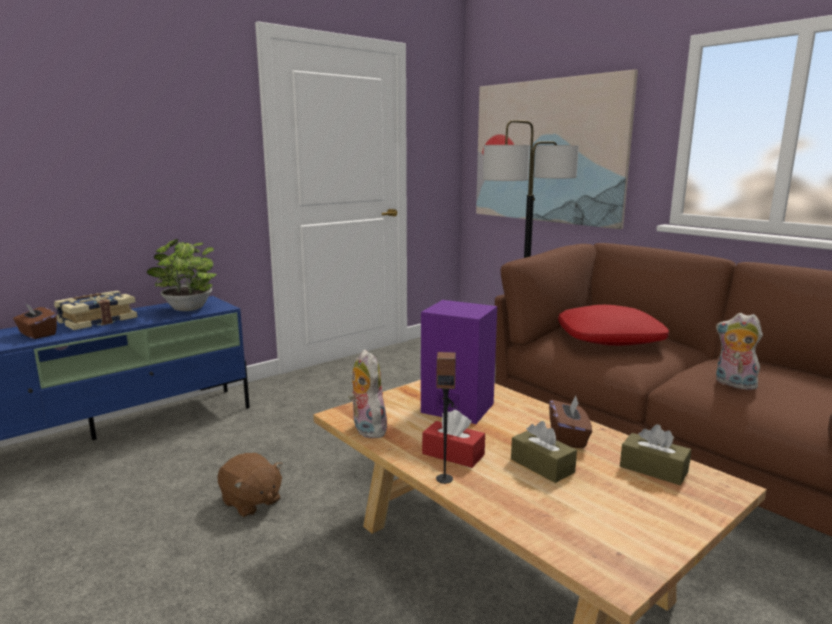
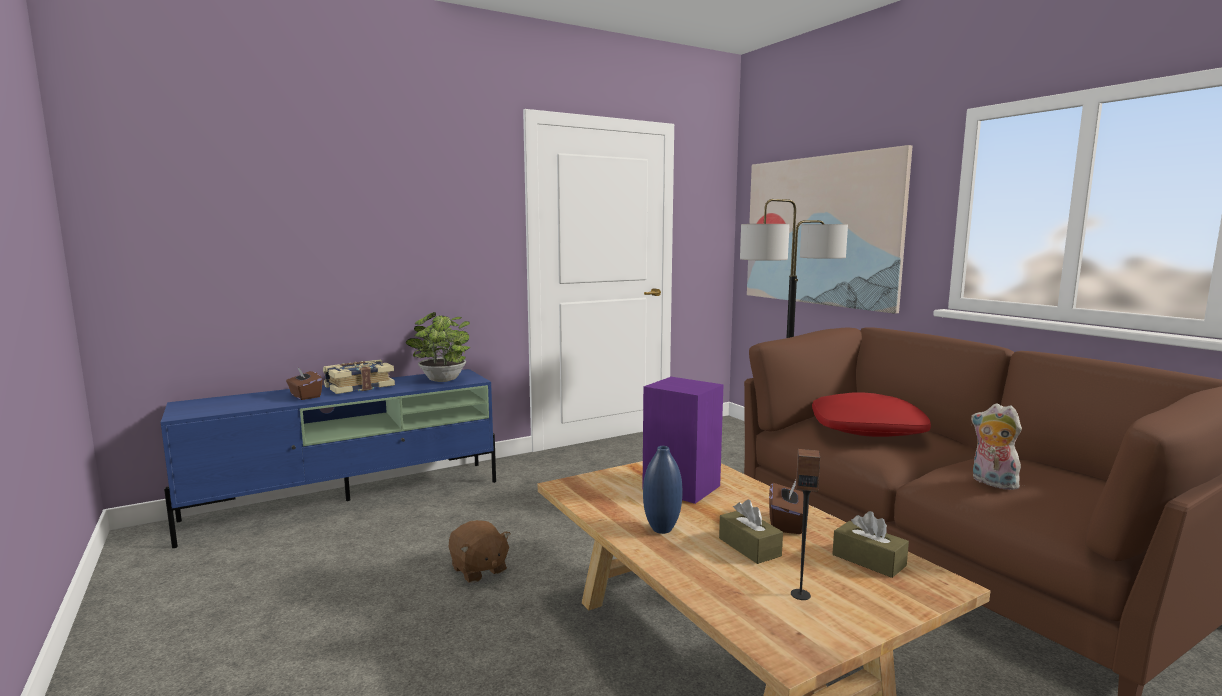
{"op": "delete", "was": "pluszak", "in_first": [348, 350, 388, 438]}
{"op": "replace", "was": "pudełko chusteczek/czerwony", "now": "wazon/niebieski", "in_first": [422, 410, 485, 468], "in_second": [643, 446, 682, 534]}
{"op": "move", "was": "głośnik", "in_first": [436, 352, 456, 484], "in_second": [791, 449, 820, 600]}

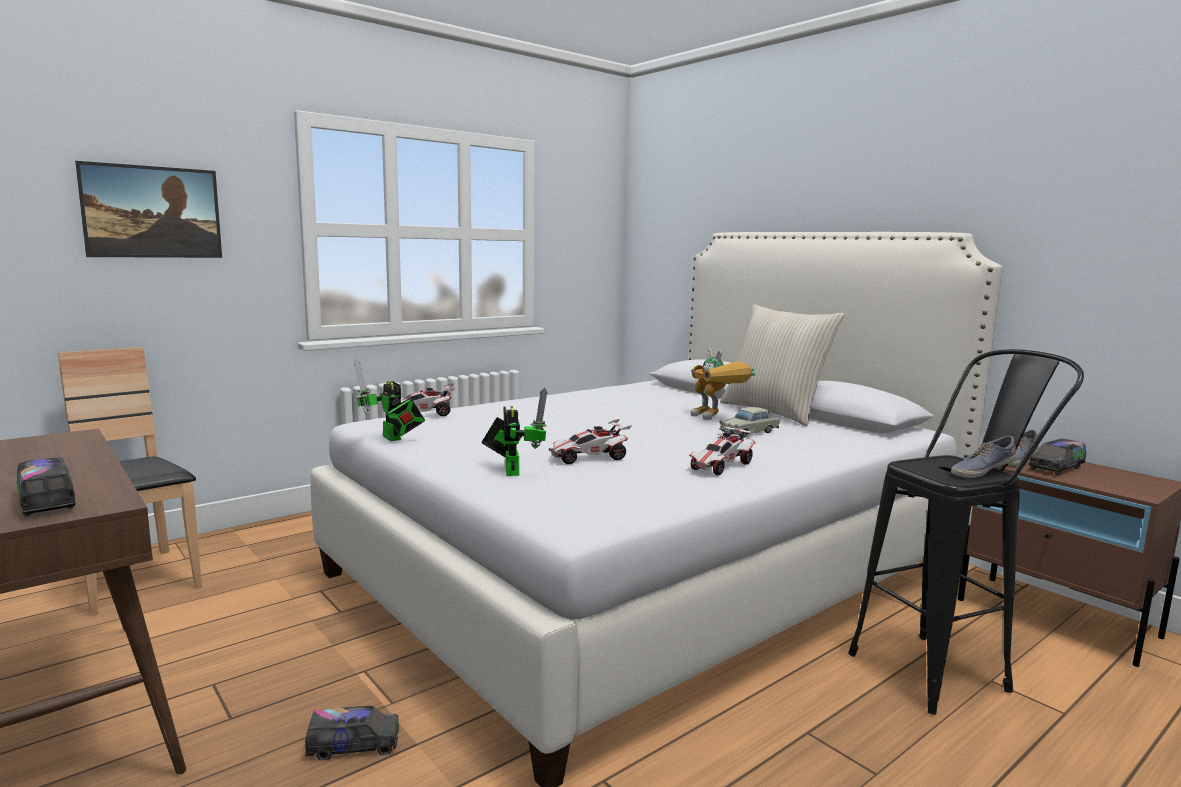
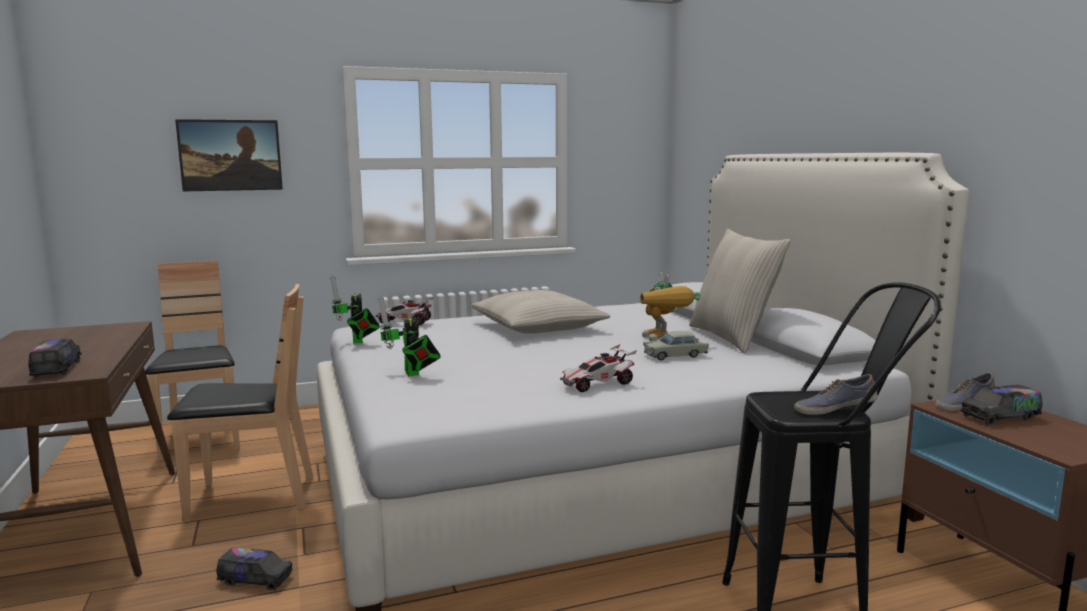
{"op": "rotate", "was": "robot zabawkowy", "in_first": [482, 387, 547, 476], "in_second": [378, 295, 440, 376], "clockwise": 150}
{"op": "delete", "was": "samochodzik", "in_first": [549, 419, 632, 464]}
{"op": "insert", "now": "krzesło/brązowy", "in_second": [167, 284, 313, 522]}
{"op": "insert", "now": "poduszka/beżowy", "in_second": [471, 290, 610, 334]}

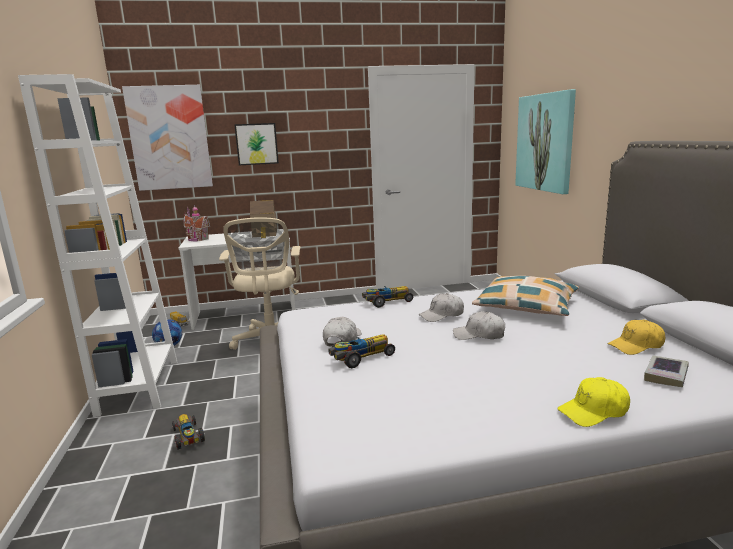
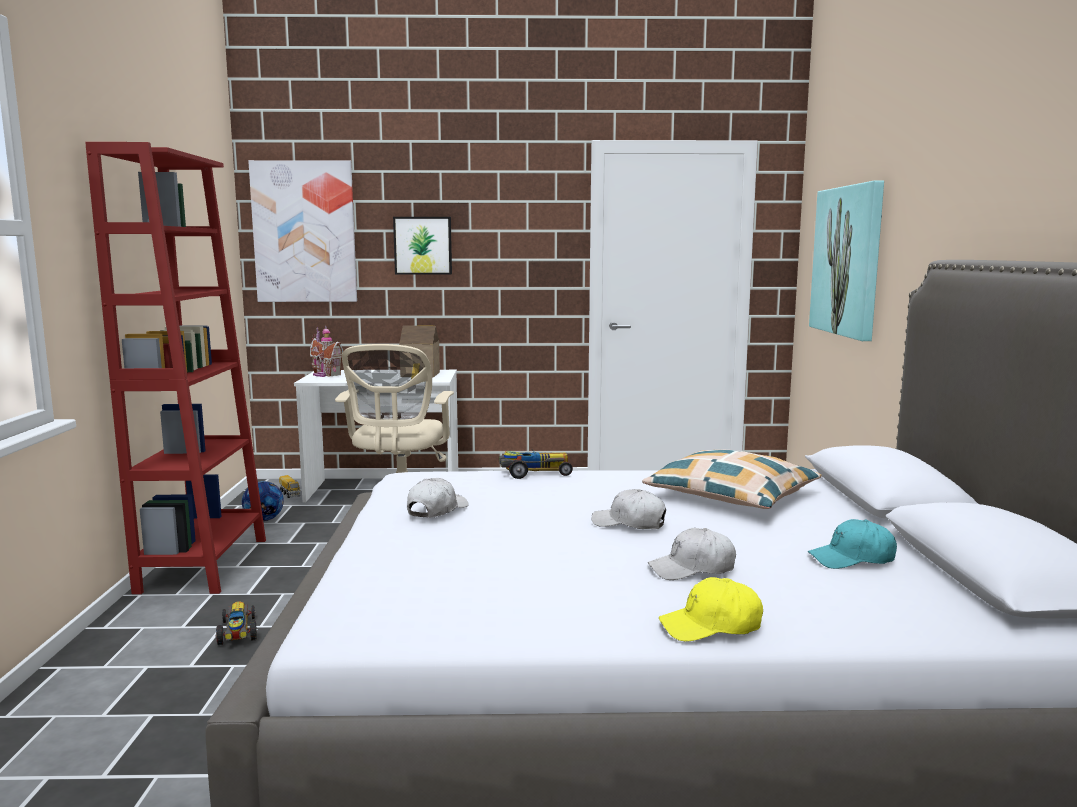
{"op": "recolor", "was": "regał/biały", "now": "regał/czerwony", "in_first": [18, 74, 177, 417], "in_second": [85, 142, 266, 594]}
{"op": "delete", "was": "samochodzik", "in_first": [328, 335, 395, 368]}
{"op": "move", "was": "czapka z daszkiem/biały", "in_first": [418, 293, 464, 322], "in_second": [648, 528, 736, 580]}
{"op": "recolor", "was": "czapka z daszkiem/żółty", "now": "czapka z daszkiem/turkusowy", "in_first": [607, 320, 665, 355], "in_second": [808, 519, 897, 569]}
{"op": "delete", "was": "książka", "in_first": [644, 356, 689, 387]}

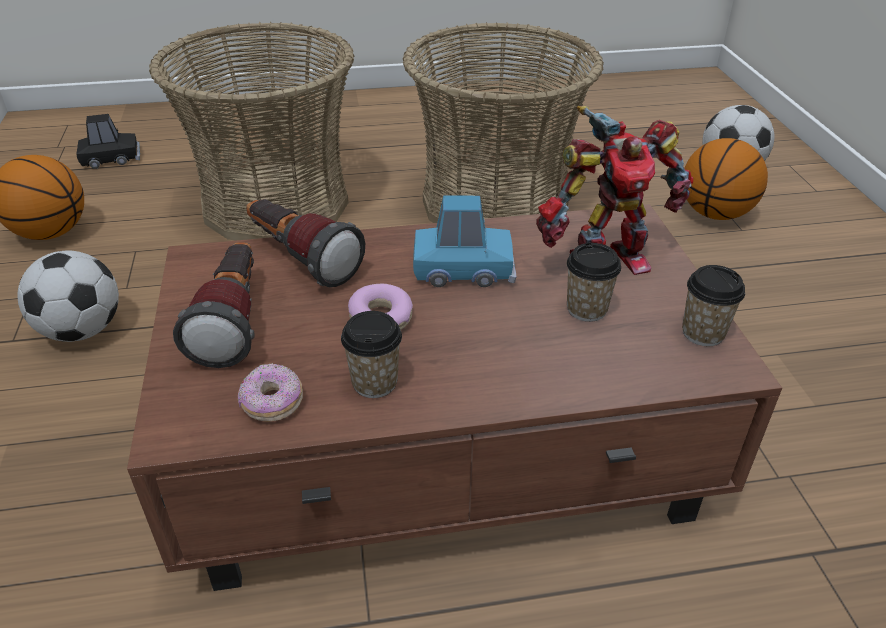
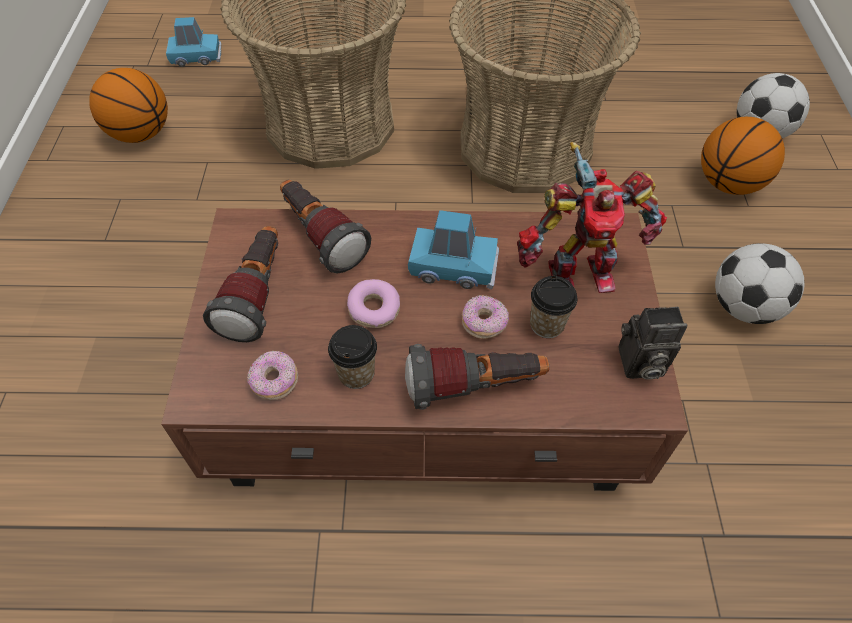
{"op": "move", "was": "piłka futbolowa", "in_first": [17, 251, 119, 342], "in_second": [715, 243, 805, 324]}
{"op": "recolor", "was": "samochodzik/czarny", "now": "samochodzik/niebieski", "in_first": [76, 114, 140, 169], "in_second": [166, 17, 221, 67]}
{"op": "replace", "was": "filiżanka", "now": "aparat fotograficzny", "in_first": [682, 265, 745, 346], "in_second": [618, 307, 688, 380]}
{"op": "insert", "now": "latarka", "in_second": [405, 344, 549, 410]}
{"op": "insert", "now": "donut", "in_second": [462, 295, 509, 339]}

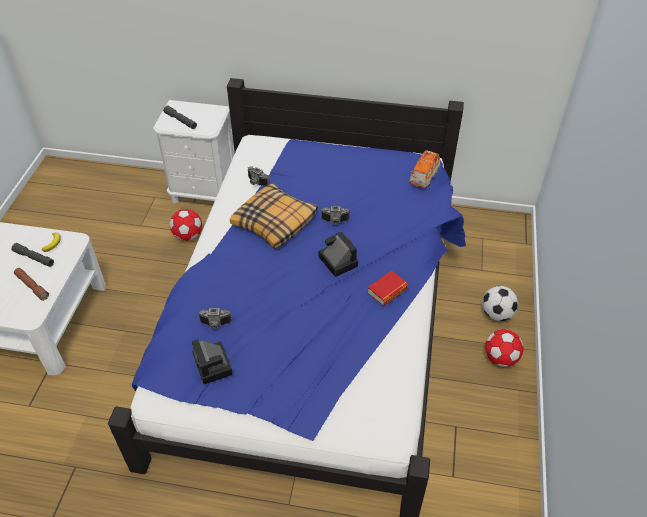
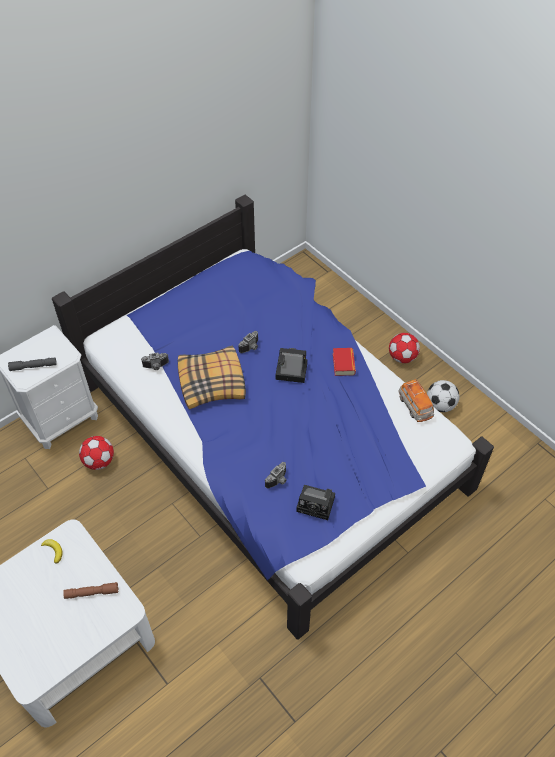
{"op": "delete", "was": "latarka/szary", "in_first": [11, 243, 54, 267]}
{"op": "move", "was": "samochodzik", "in_first": [409, 150, 440, 188], "in_second": [398, 379, 434, 422]}
{"op": "move", "was": "piłka futbolowa", "in_first": [482, 286, 519, 321], "in_second": [427, 380, 459, 412]}

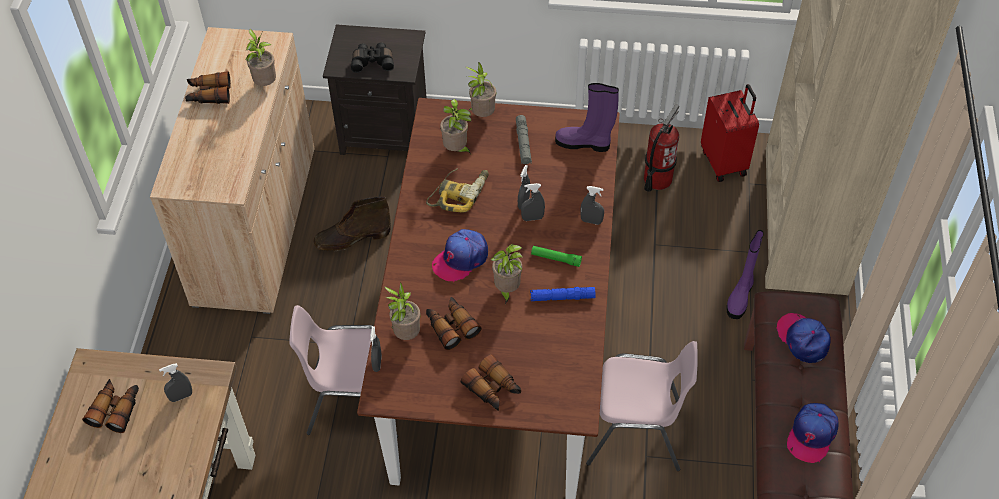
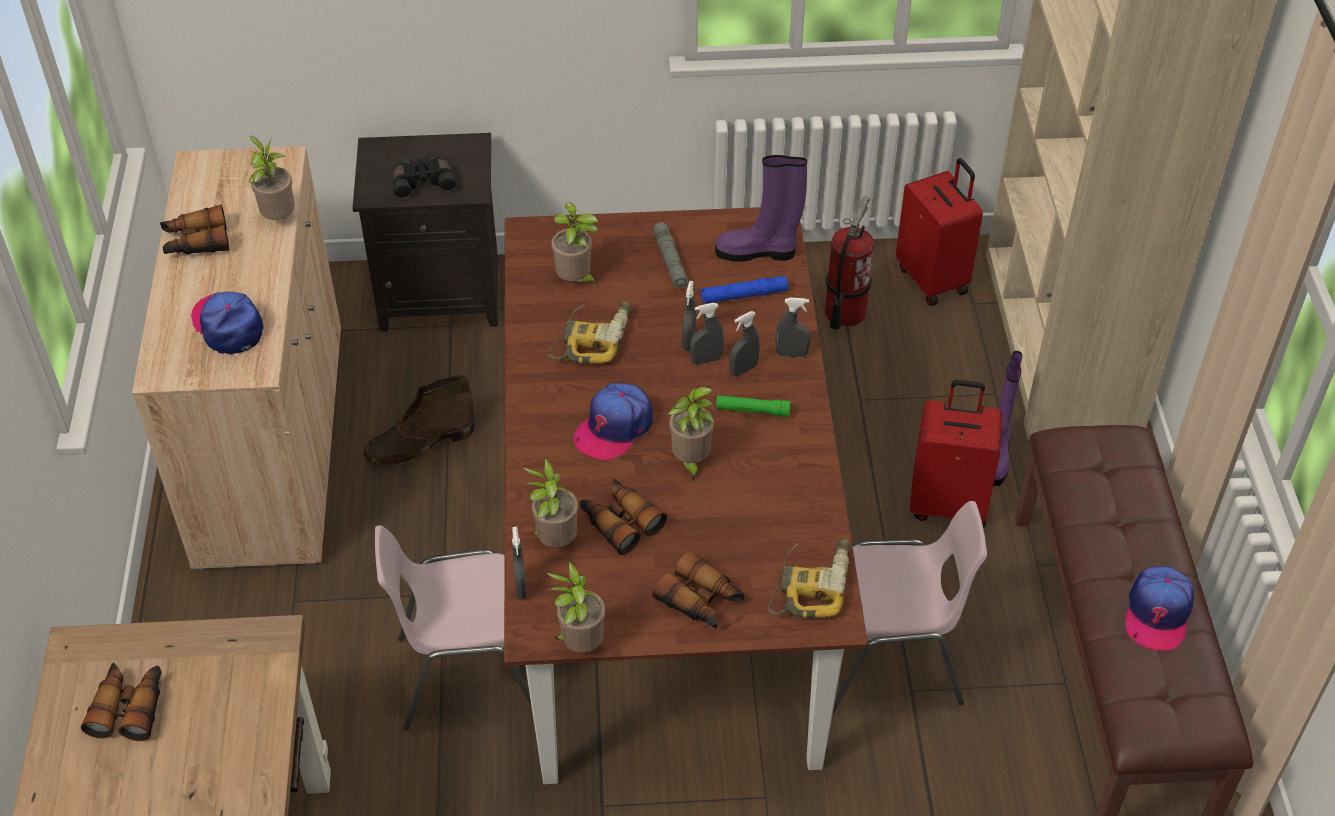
{"op": "move", "was": "spryskiwacz/szary", "in_first": [159, 363, 192, 402], "in_second": [729, 311, 760, 376]}
{"op": "move", "was": "roślina doniczkowa", "in_first": [465, 62, 496, 117], "in_second": [546, 560, 605, 652]}
{"op": "move", "was": "latarka/niebieski", "in_first": [530, 287, 596, 301], "in_second": [699, 276, 788, 304]}
{"op": "move", "was": "czapka z daszkiem", "in_first": [776, 313, 830, 363], "in_second": [191, 292, 264, 355]}
{"op": "insert", "now": "wiertarka", "in_second": [768, 538, 850, 618]}
{"op": "insert", "now": "walizka/czerwony", "in_second": [910, 380, 1003, 528]}

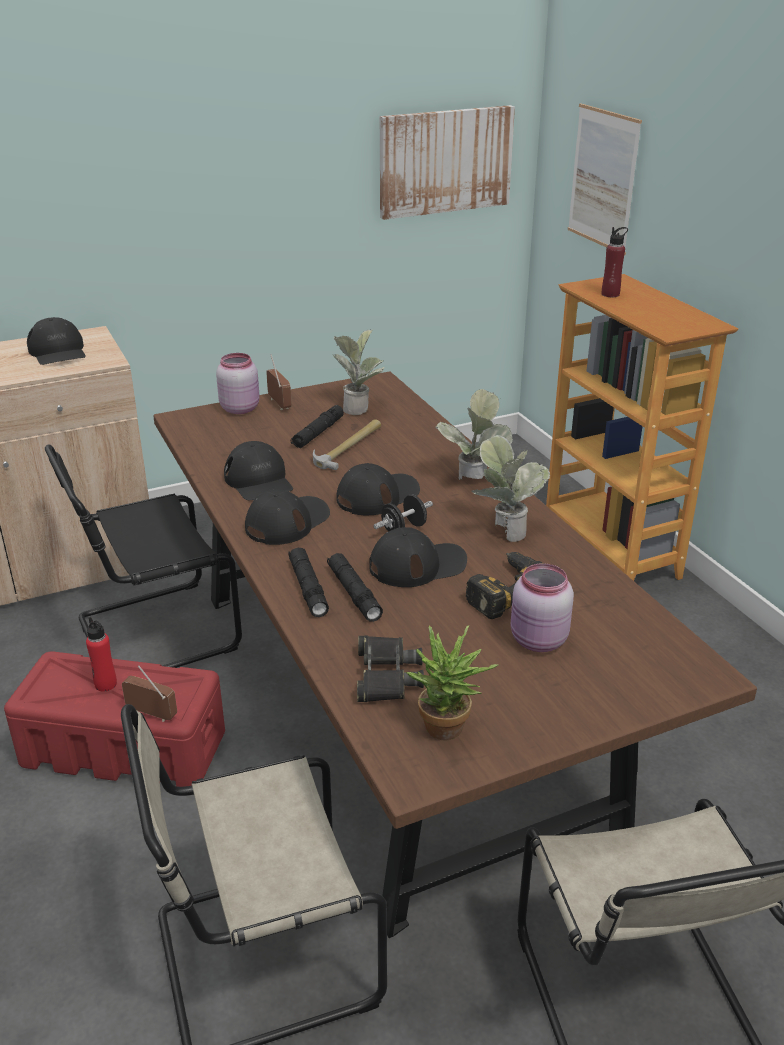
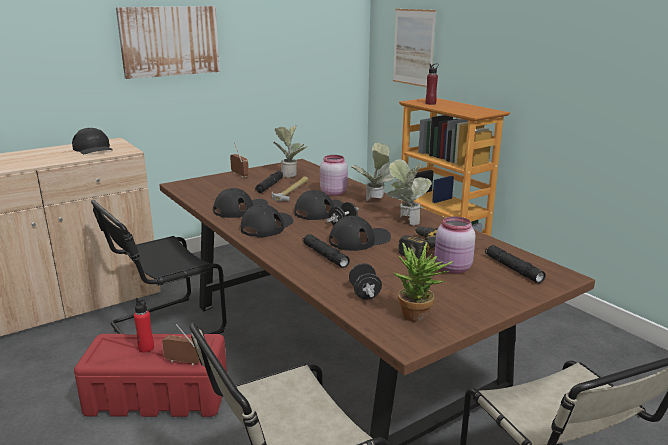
{"op": "move", "was": "słoik/różowy", "in_first": [216, 353, 260, 414], "in_second": [320, 155, 348, 196]}
{"op": "rotate", "was": "czapka z daszkiem/czarny", "in_first": [224, 441, 293, 500], "in_second": [213, 188, 268, 218], "clockwise": -90}
{"op": "move", "was": "latarka/czarny", "in_first": [288, 548, 329, 617], "in_second": [485, 245, 546, 283]}
{"op": "replace", "was": "lornetka/czarny", "now": "hantel/czarny", "in_first": [357, 635, 424, 702], "in_second": [349, 263, 382, 299]}
{"op": "move", "was": "obraz", "in_first": [380, 105, 515, 220], "in_second": [116, 6, 220, 79]}

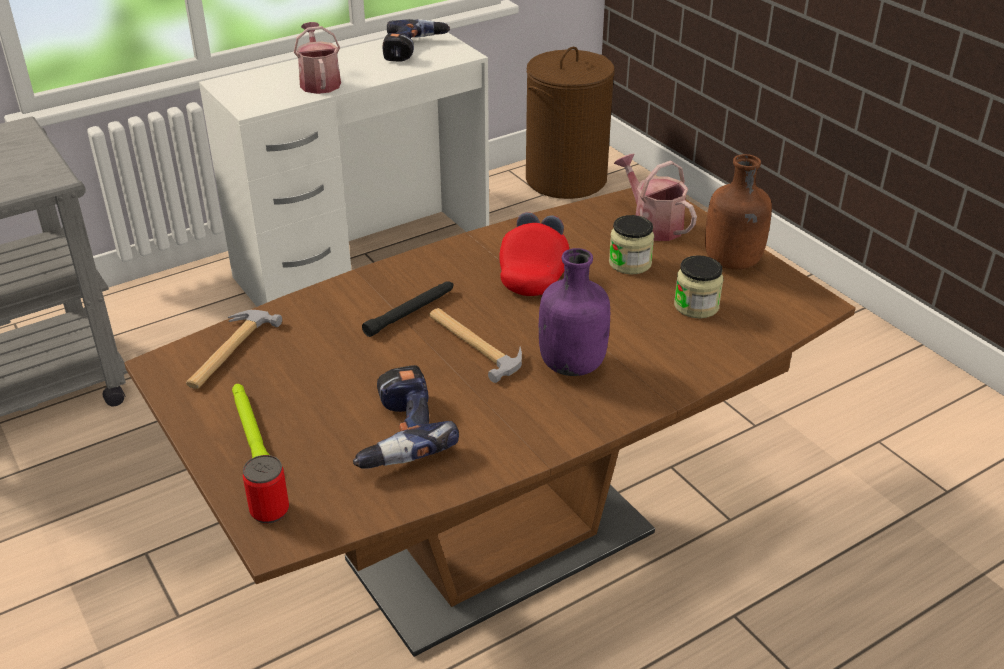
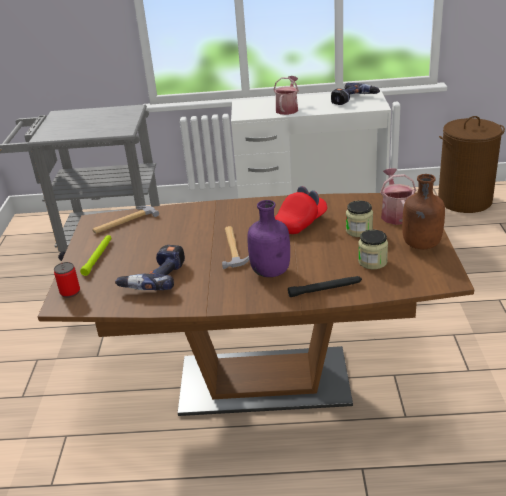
{"op": "move", "was": "latarka/czarny", "in_first": [362, 281, 453, 337], "in_second": [288, 276, 362, 297]}

